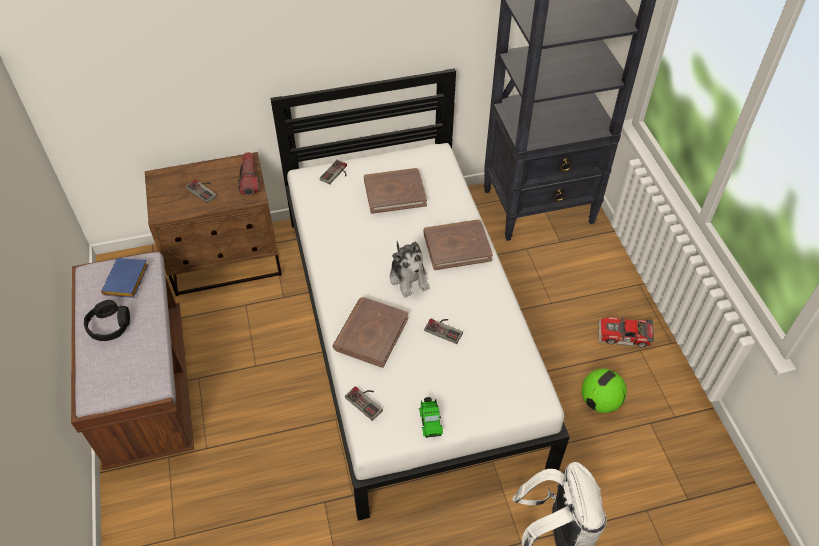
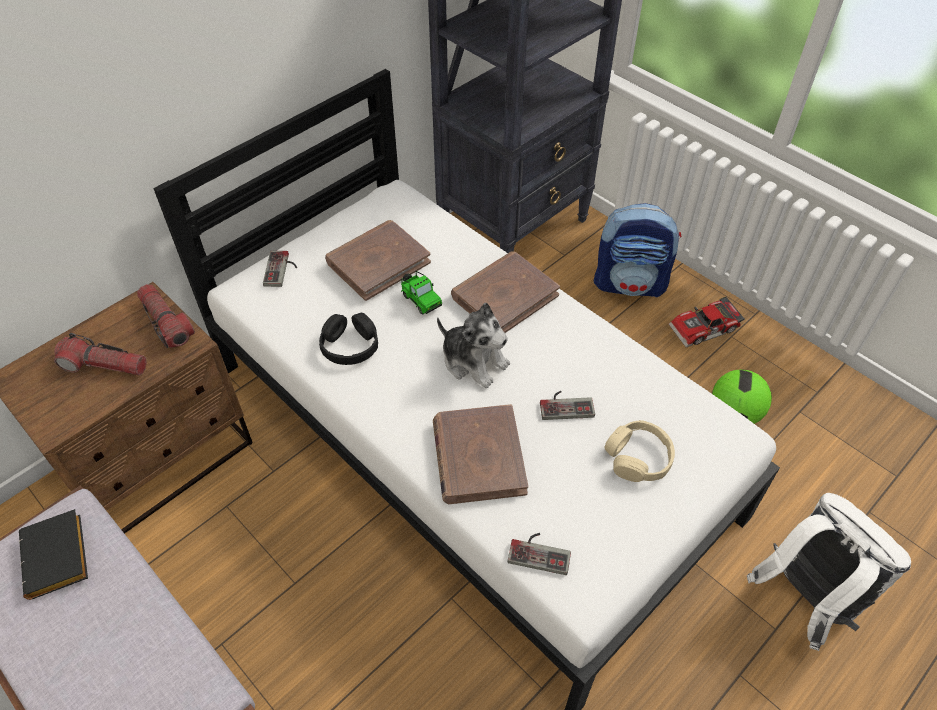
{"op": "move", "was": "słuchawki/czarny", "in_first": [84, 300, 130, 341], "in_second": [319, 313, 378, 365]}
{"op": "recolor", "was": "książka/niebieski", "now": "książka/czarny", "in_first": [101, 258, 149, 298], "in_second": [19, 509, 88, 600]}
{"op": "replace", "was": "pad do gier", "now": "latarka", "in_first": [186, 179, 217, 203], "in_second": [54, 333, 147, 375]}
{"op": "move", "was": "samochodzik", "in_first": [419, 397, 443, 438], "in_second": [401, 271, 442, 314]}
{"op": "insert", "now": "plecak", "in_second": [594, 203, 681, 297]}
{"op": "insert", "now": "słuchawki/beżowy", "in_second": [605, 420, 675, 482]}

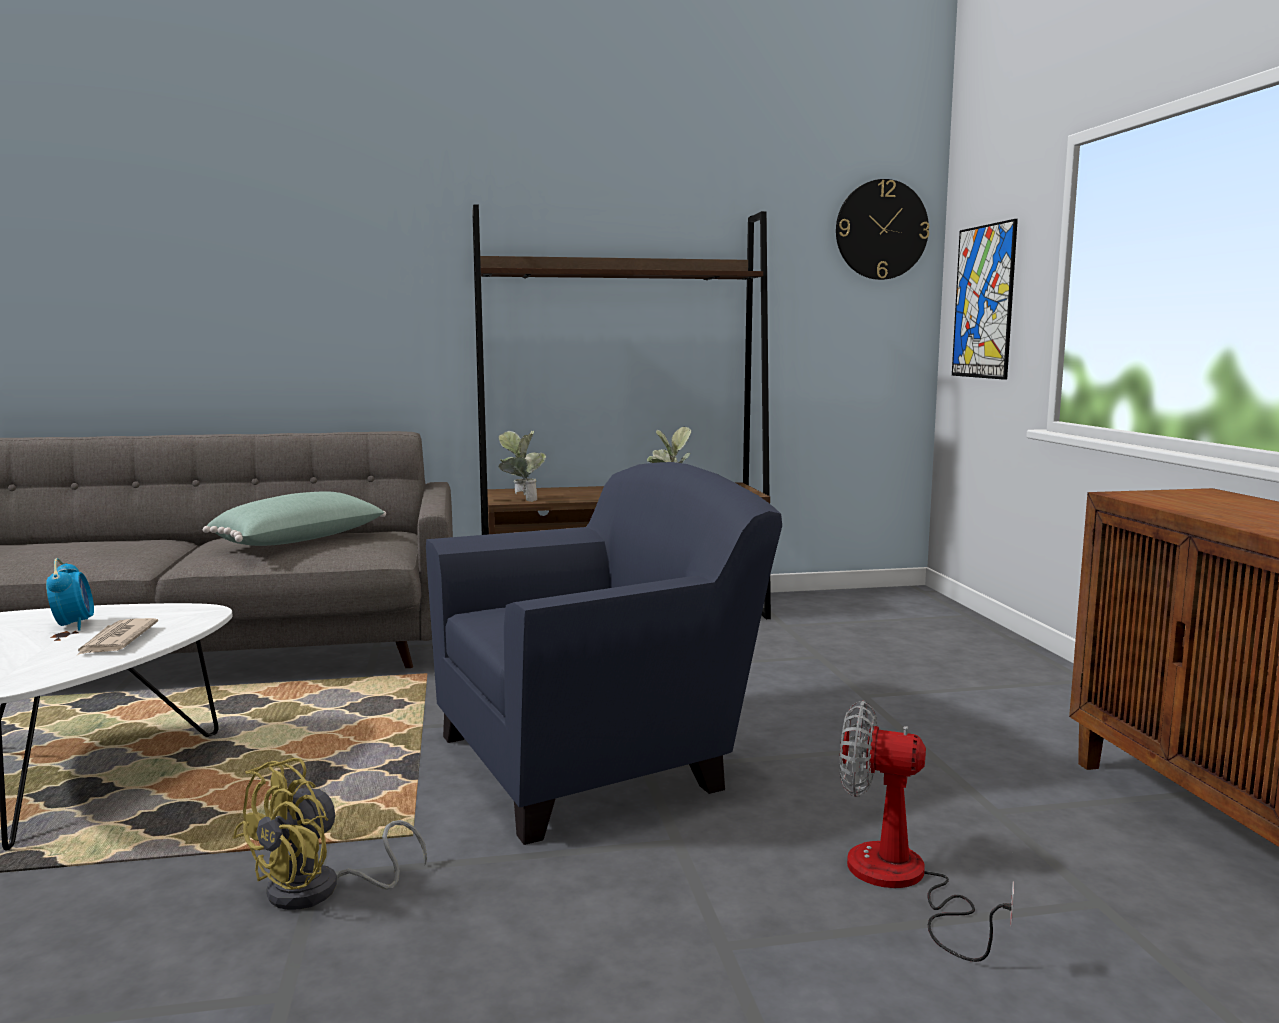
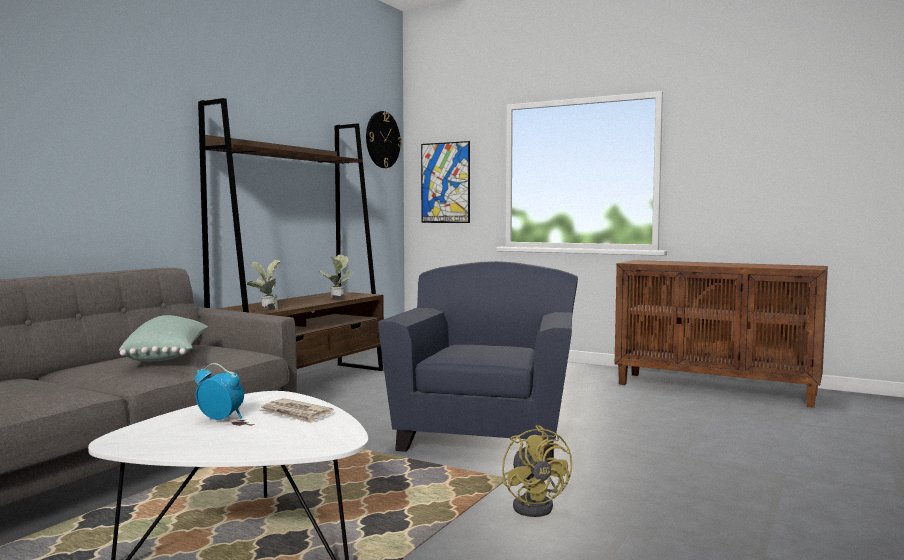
{"op": "delete", "was": "wentylator", "in_first": [840, 700, 1014, 962]}

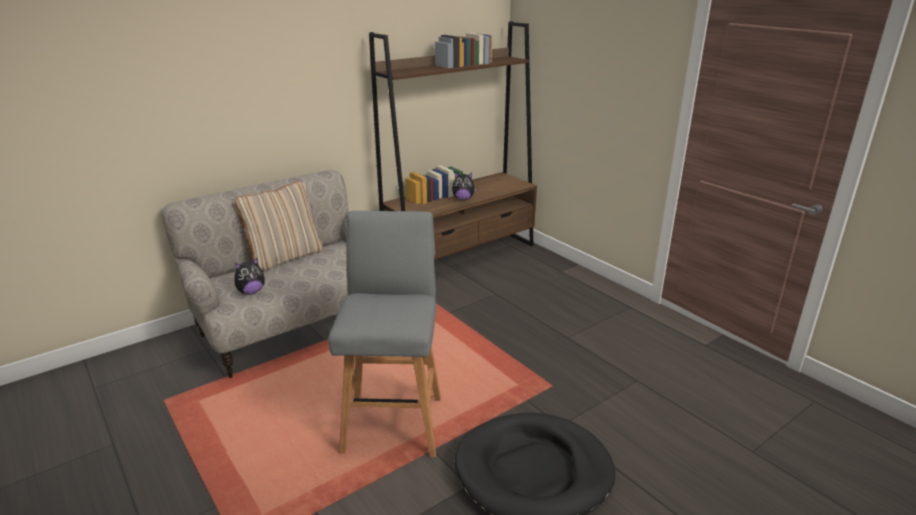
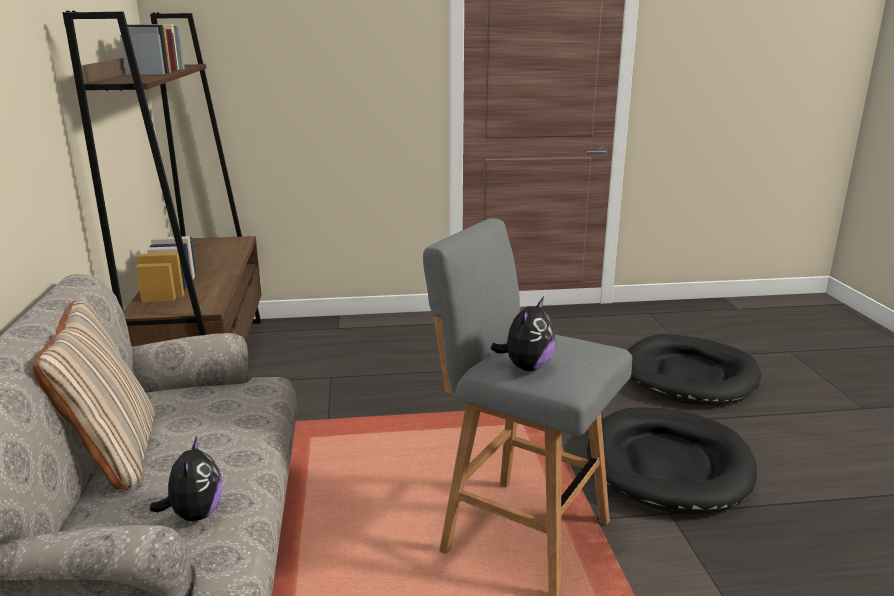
{"op": "move", "was": "pluszak", "in_first": [452, 173, 476, 200], "in_second": [491, 297, 556, 371]}
{"op": "insert", "now": "legowisko/czarny", "in_second": [628, 334, 761, 405]}

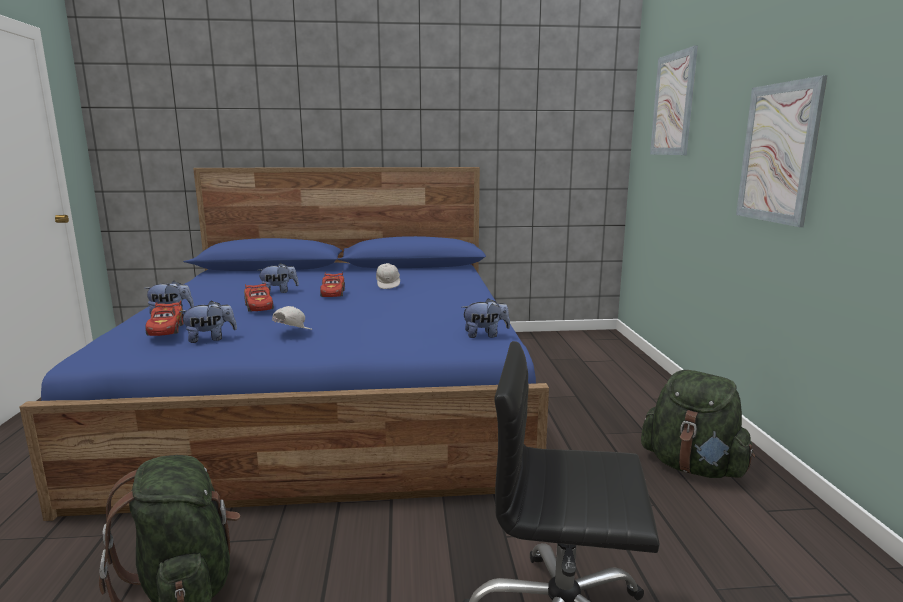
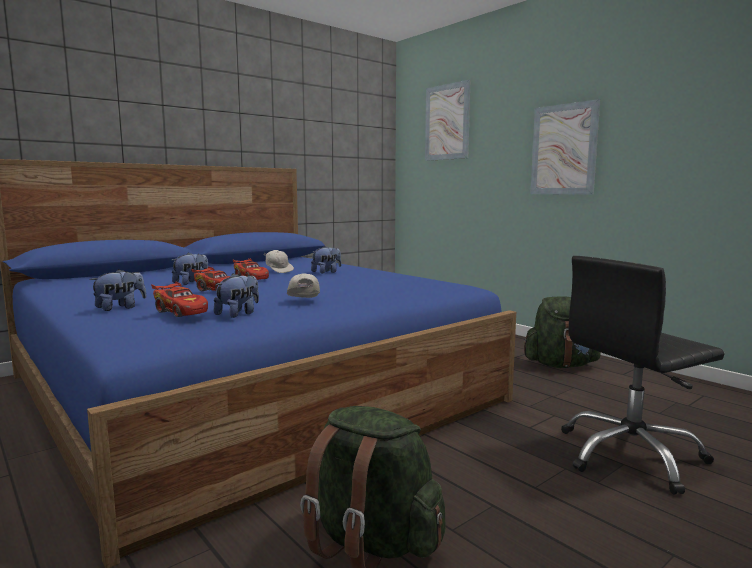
{"op": "move", "was": "pluszak", "in_first": [461, 298, 510, 338], "in_second": [311, 246, 341, 274]}

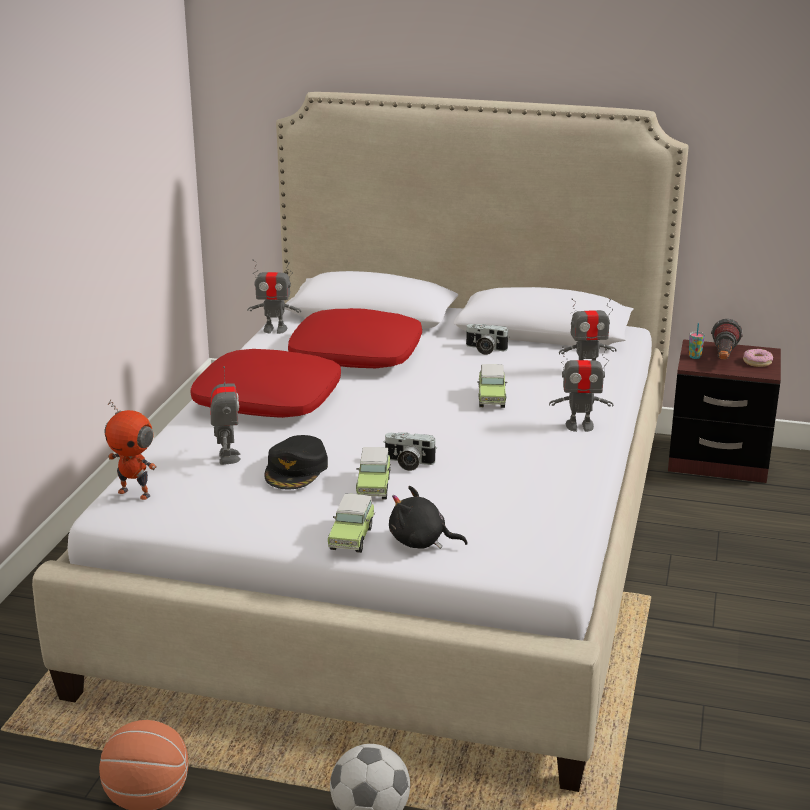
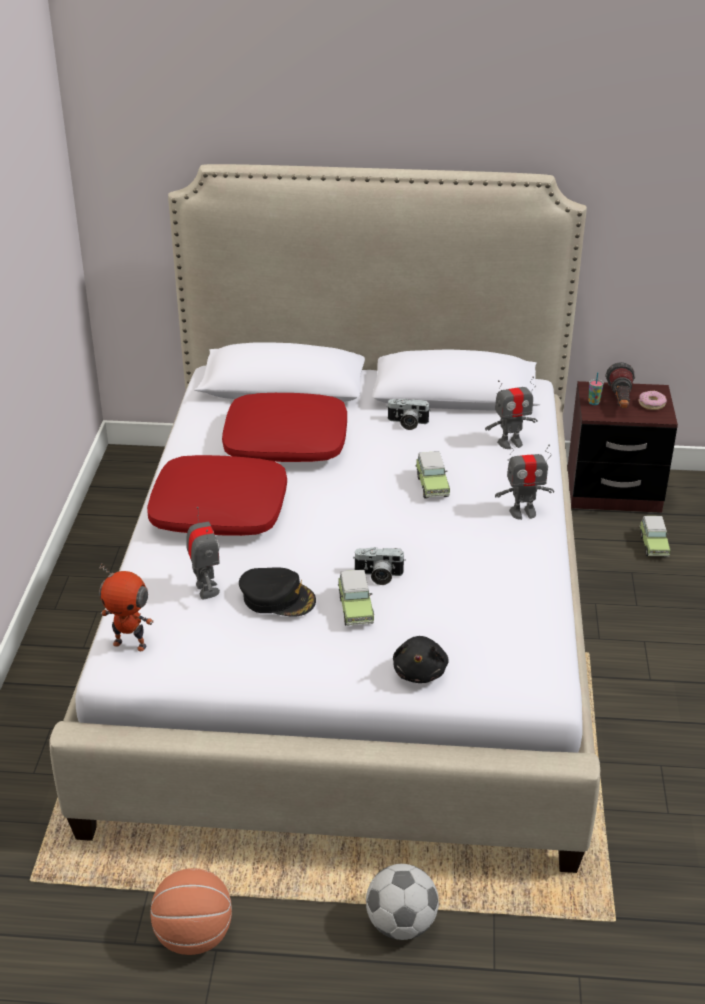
{"op": "delete", "was": "robot zabawkowy", "in_first": [248, 259, 301, 334]}
{"op": "rotate", "was": "czapka z daszkiem/czarny", "in_first": [264, 435, 328, 489], "in_second": [239, 568, 316, 617], "clockwise": -75}
{"op": "move", "was": "samochodzik", "in_first": [328, 494, 375, 553], "in_second": [639, 516, 671, 557]}
{"op": "rotate", "was": "pluszak/czarny", "in_first": [389, 486, 468, 549], "in_second": [393, 636, 449, 683], "clockwise": -90}

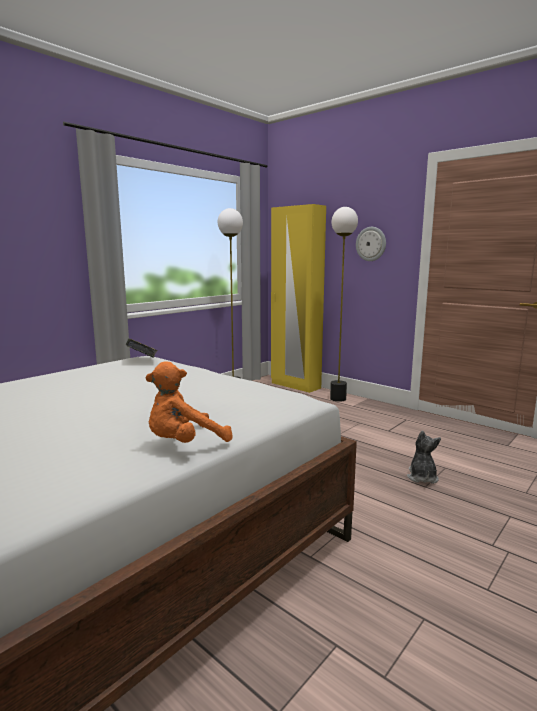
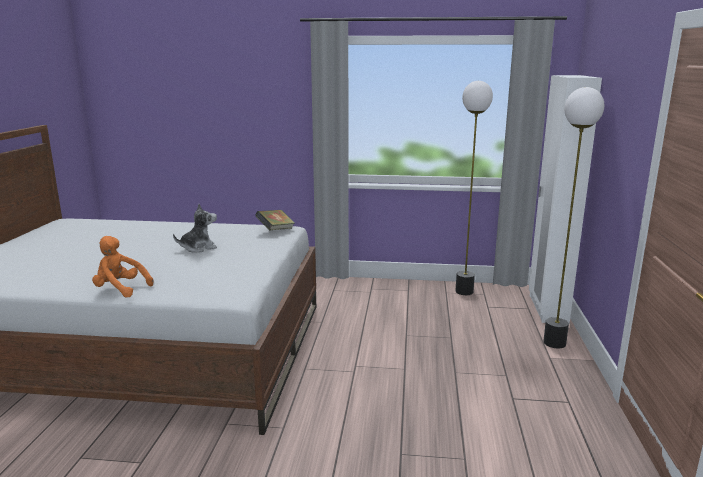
{"op": "recolor", "was": "szafa/żółty", "now": "szafa/biały", "in_first": [271, 204, 326, 393], "in_second": [529, 75, 602, 324]}
{"op": "delete", "was": "zegar ścienny", "in_first": [356, 227, 386, 261]}
{"op": "move", "was": "pluszak", "in_first": [407, 430, 441, 484], "in_second": [173, 204, 217, 253]}

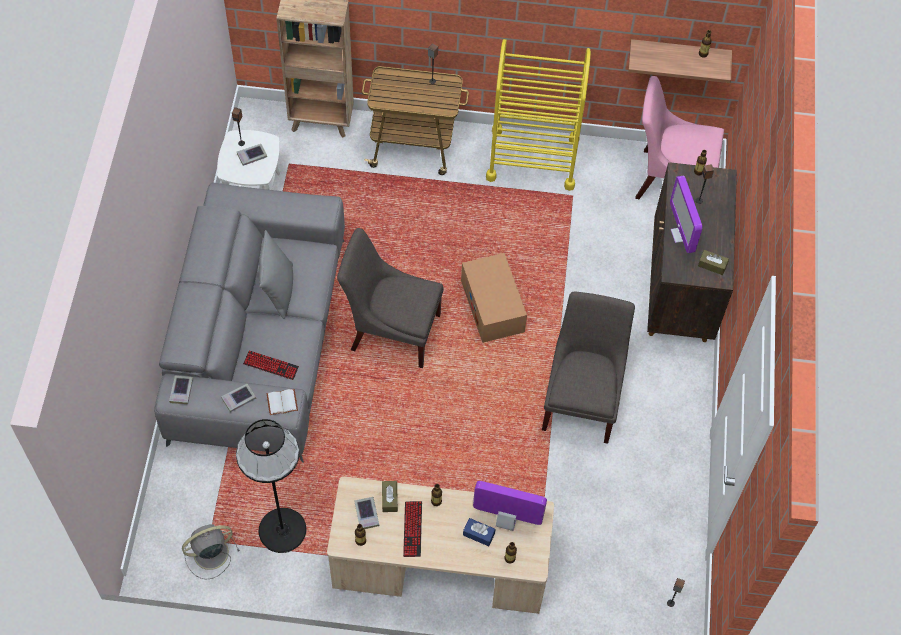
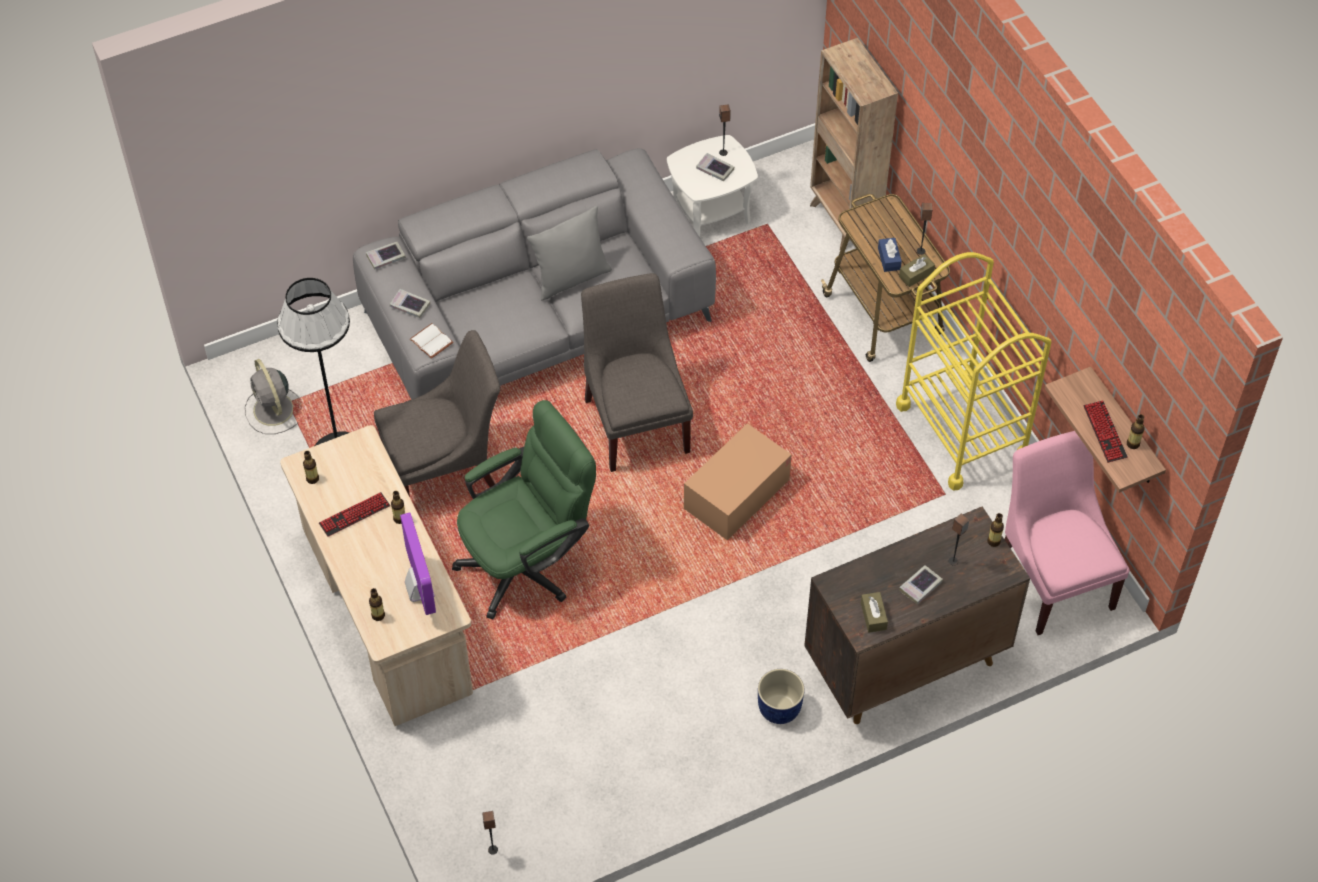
{"op": "rotate", "was": "wentylator/szary", "in_first": [182, 525, 240, 579], "in_second": [245, 359, 300, 434], "clockwise": -150}
{"op": "move", "was": "klawiatura", "in_first": [243, 350, 299, 380], "in_second": [1083, 400, 1128, 463]}
{"op": "move", "was": "książka", "in_first": [354, 497, 380, 529], "in_second": [899, 565, 943, 604]}
{"op": "move", "was": "pudełko chusteczek/brązowy", "in_first": [382, 481, 398, 512], "in_second": [899, 254, 935, 287]}
{"op": "move", "was": "pudełko chusteczek/niebieski", "in_first": [463, 518, 496, 546], "in_second": [878, 238, 902, 272]}
{"op": "move", "was": "krzesło/szary", "in_first": [542, 291, 635, 444], "in_second": [374, 330, 500, 497]}
{"op": "delete", "was": "monitor", "in_first": [670, 176, 702, 253]}
{"op": "insert", "now": "krzesło biurowe/zielony", "in_second": [452, 400, 596, 619]}
{"op": "insert", "now": "donica/niebieski", "in_second": [758, 669, 805, 724]}

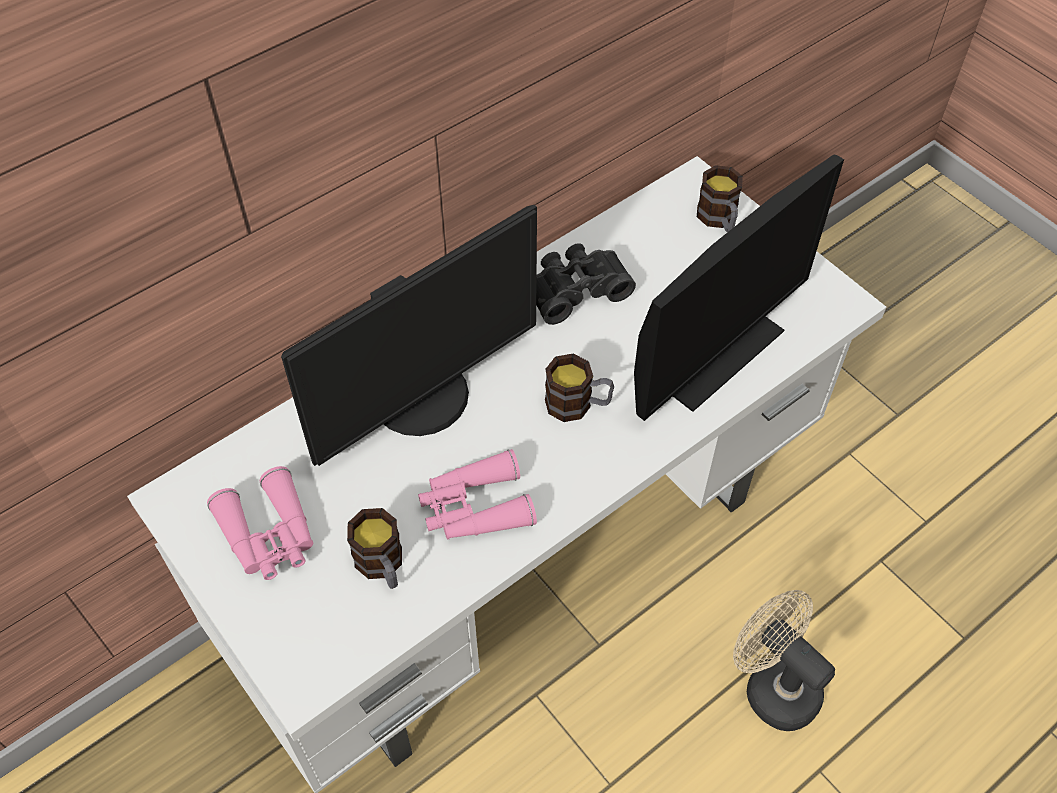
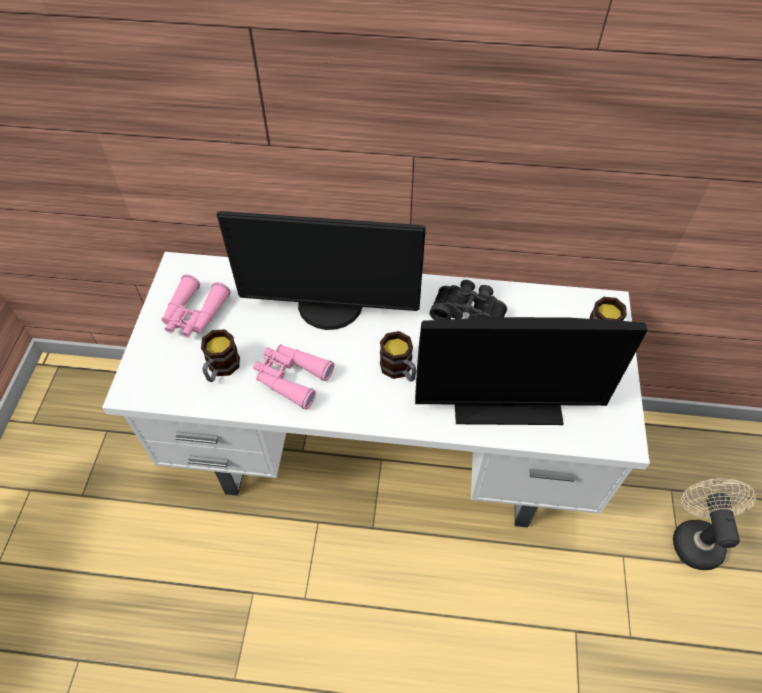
{"op": "move", "was": "wentylator/beżowy", "in_first": [733, 590, 835, 731], "in_second": [673, 478, 756, 570]}

